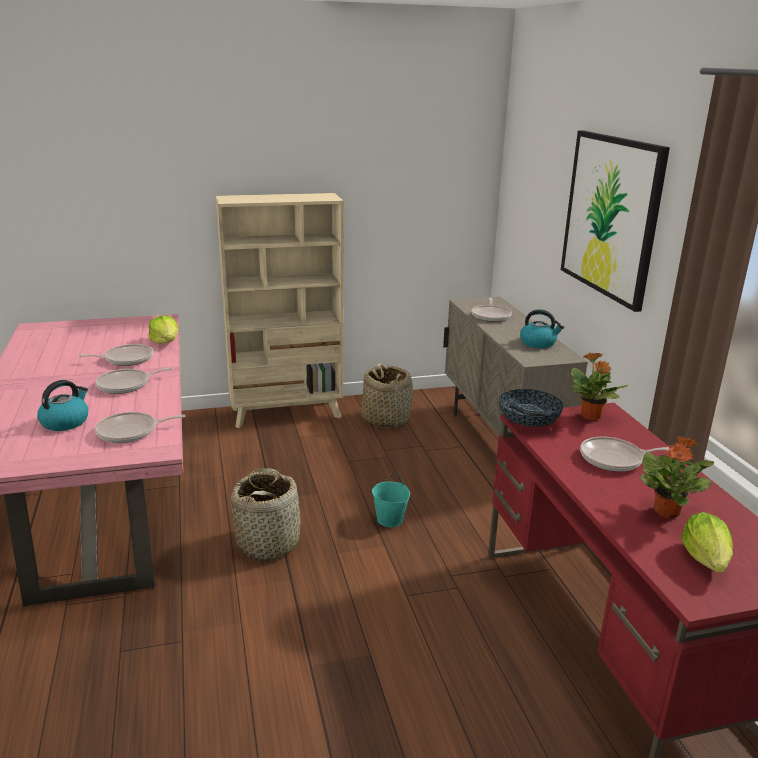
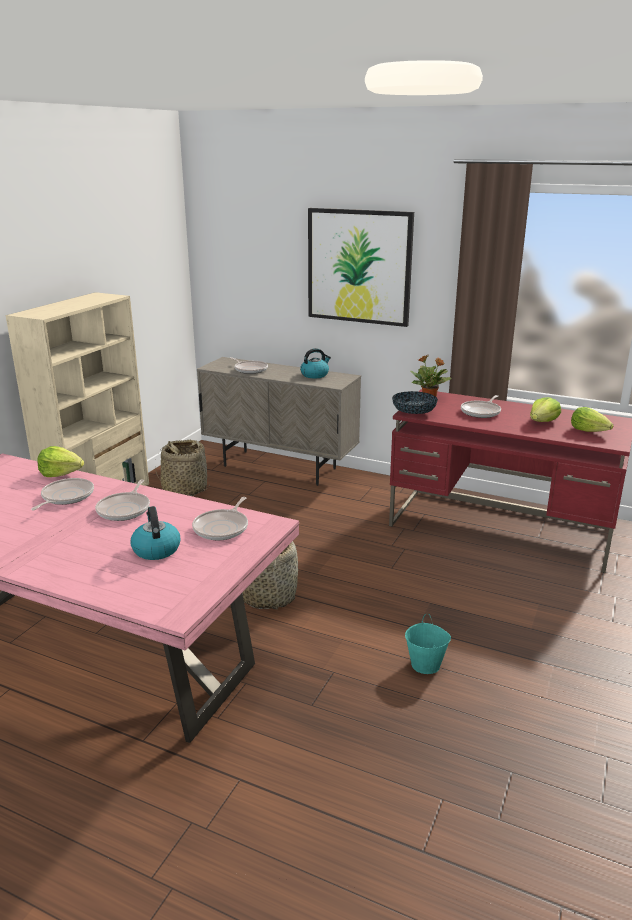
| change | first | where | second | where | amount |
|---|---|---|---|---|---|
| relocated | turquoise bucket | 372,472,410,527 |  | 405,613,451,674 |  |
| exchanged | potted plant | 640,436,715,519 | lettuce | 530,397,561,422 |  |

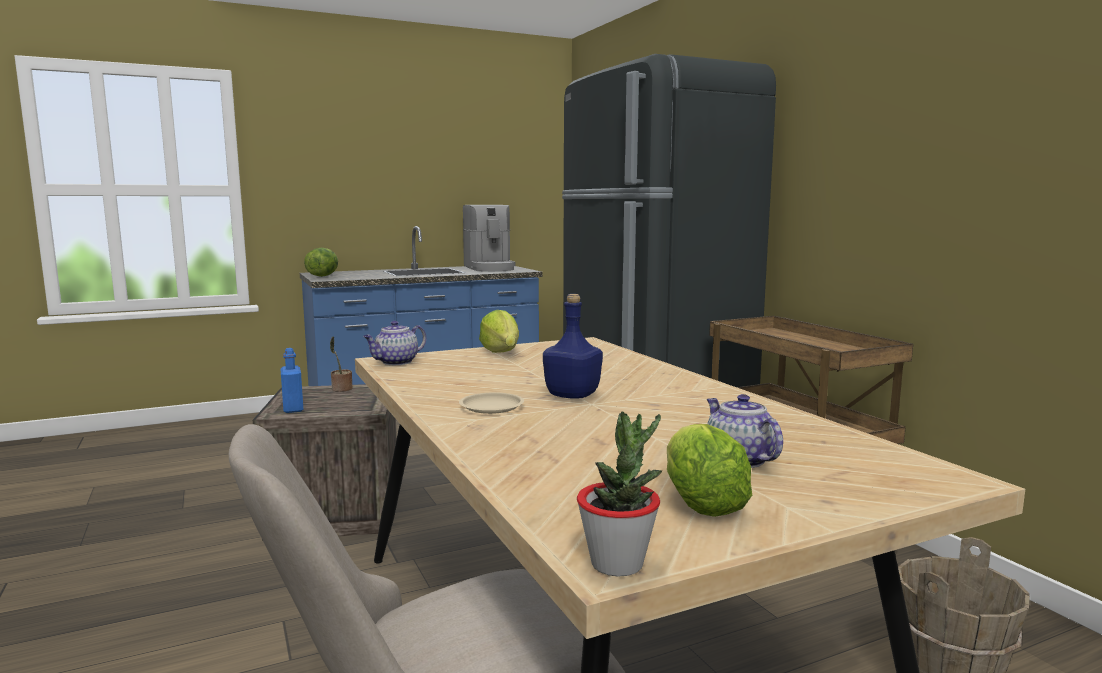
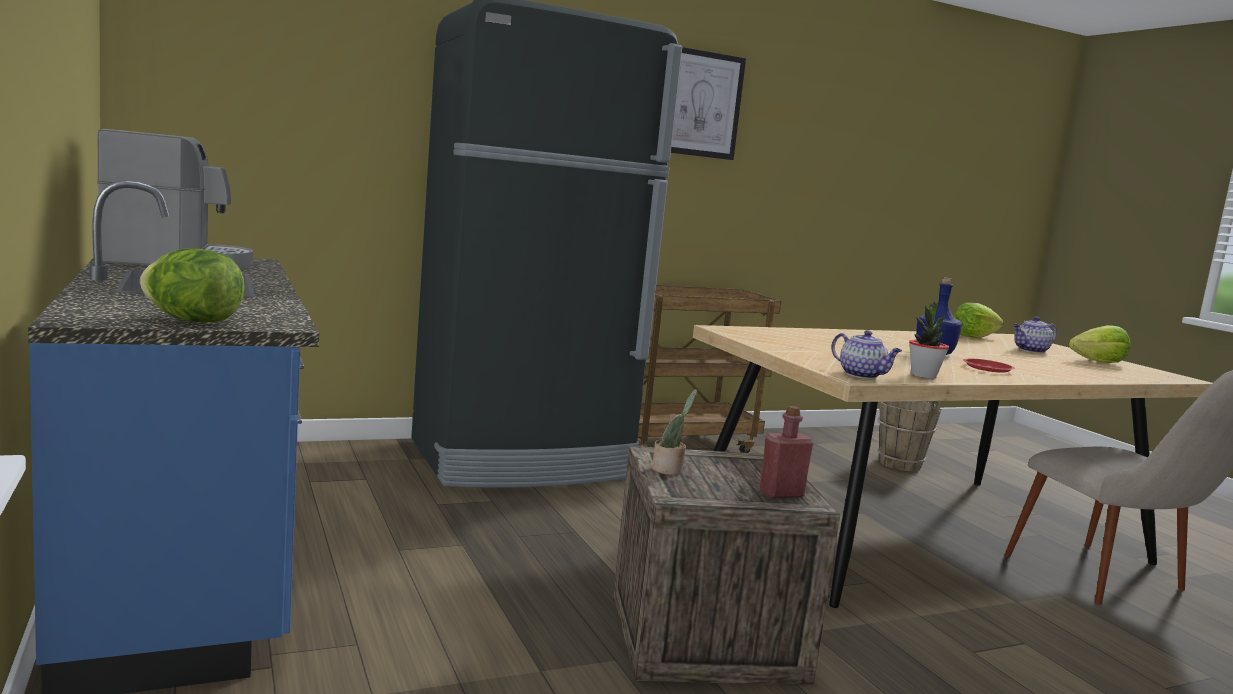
| change | first | where | second | where | amount |
|---|---|---|---|---|---|
| colour | blue bottle | 280,348,303,413 | red bottle | 760,406,814,498 |  |
| colour | beige plate | 459,392,524,414 | red plate | 963,358,1015,373 |  |
| relocated | lettuce | 479,310,519,353 |  | 954,303,1003,338 |  |
| relocated | potted plant | 577,412,662,577 |  | 909,301,949,379 |  |
| appeared |  |  | picture | 671,47,746,160 |  |

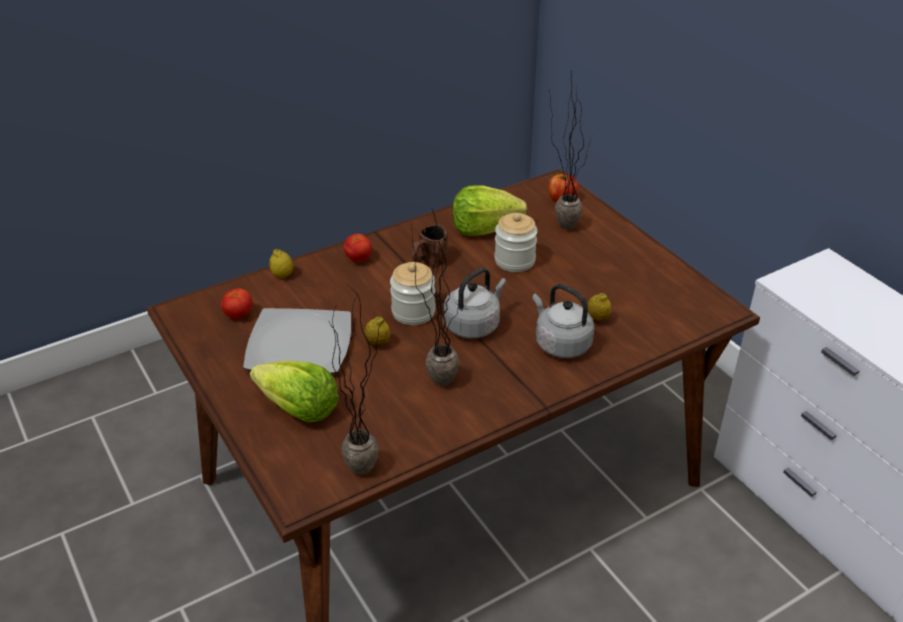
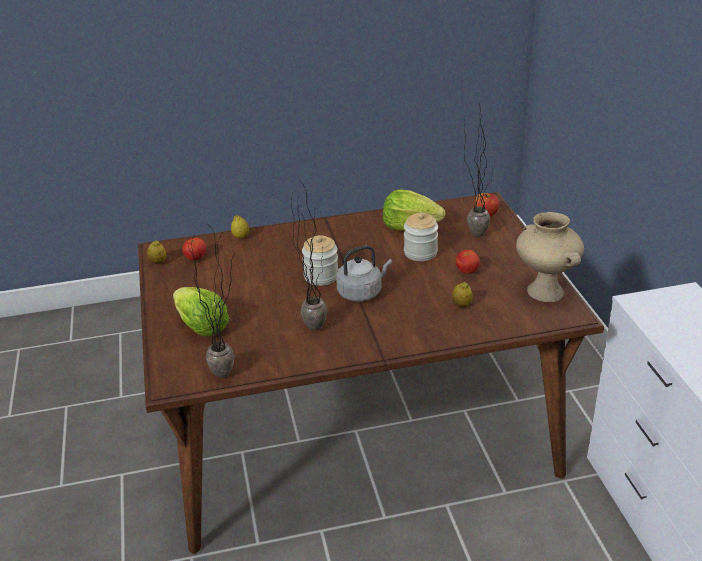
| change | first | where | second | where | amount |
|---|---|---|---|---|---|
| missing | plate | 243,308,351,374 |  |  |  |
| relocated | tomato | 344,234,372,262 |  | 456,250,480,274 |  |
| relocated | lemon | 365,316,390,347 |  | 147,240,166,264 |  |
| missing | brown mug | 412,224,448,267 |  |  |  |
| missing | grey kettle | 532,284,595,358 |  |  |  |
| appeared |  |  | beige vase | 516,212,584,302 |  |

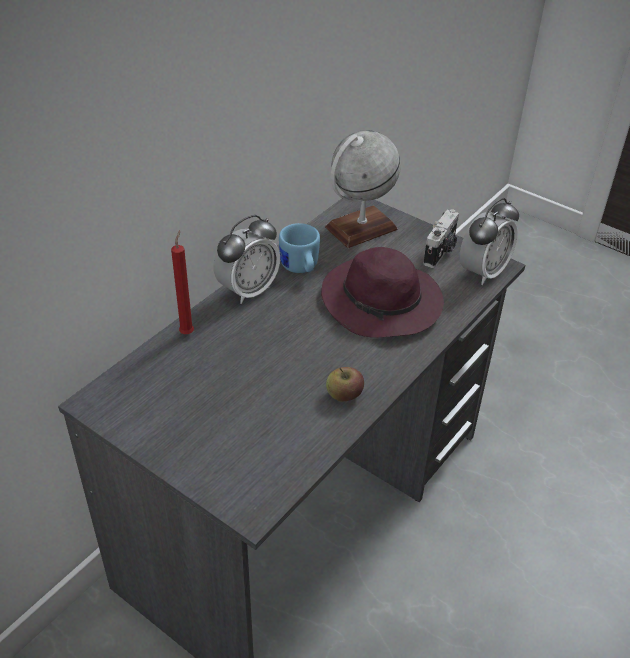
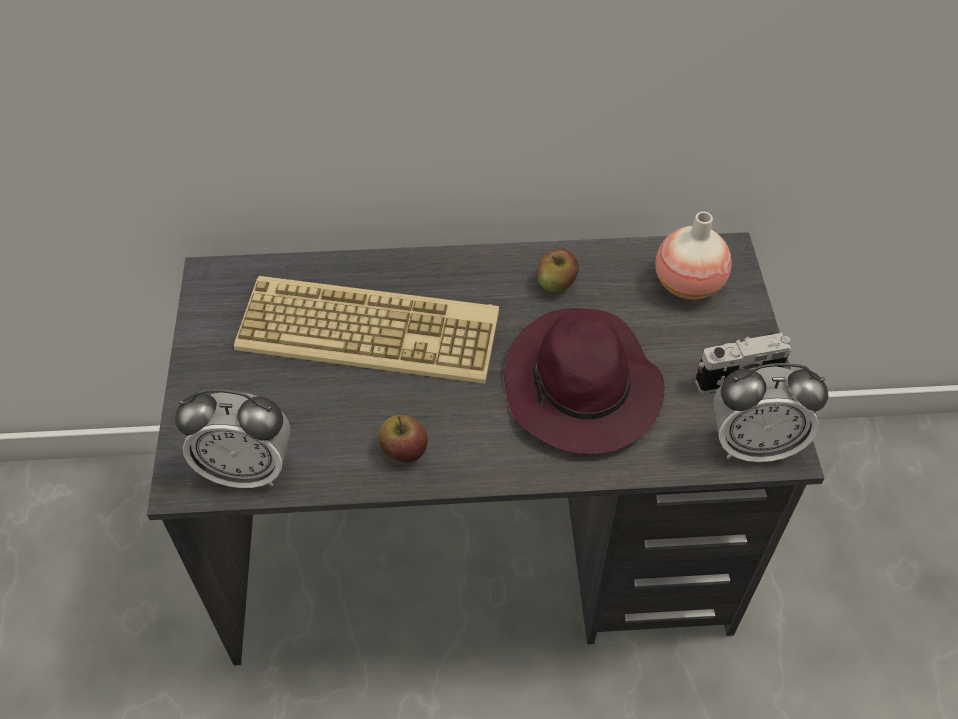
| change | first | where | second | where | amount |
|---|---|---|---|---|---|
| missing | red candle | 171,230,194,334 |  |  |  |
| relocated | alarm clock | 214,215,280,304 |  | 175,389,291,488 |  |
| exchanged | blue mug | 279,223,320,273 | apple | 537,249,579,293 |  |
| exchanged | globe | 325,130,401,248 | vase | 655,212,732,300 |  |
| appeared |  |  | keyboard | 234,276,499,384 |  |

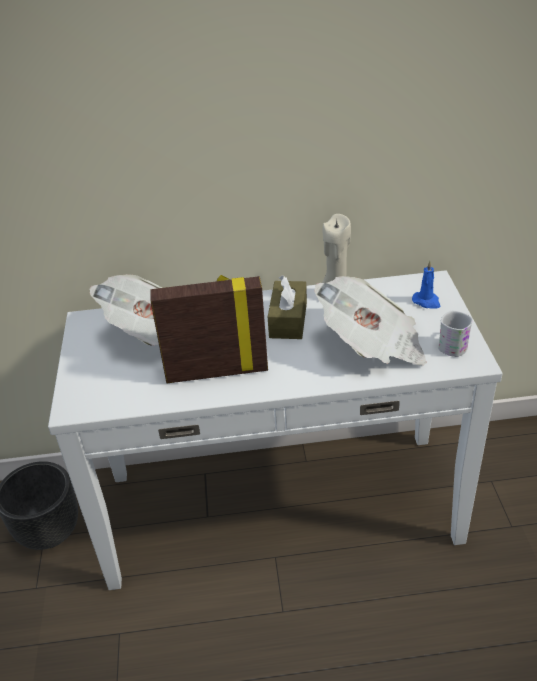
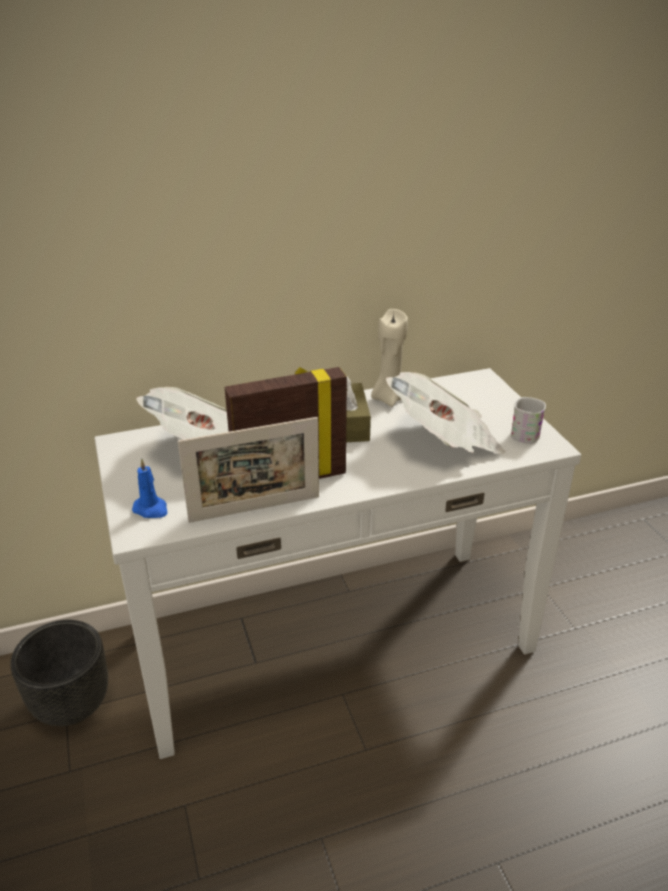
| change | first | where | second | where | amount |
|---|---|---|---|---|---|
| relocated | blue candle | 412,261,440,309 |  | 132,458,167,518 |  |
| appeared |  |  | picture frame | 178,417,319,523 |  |

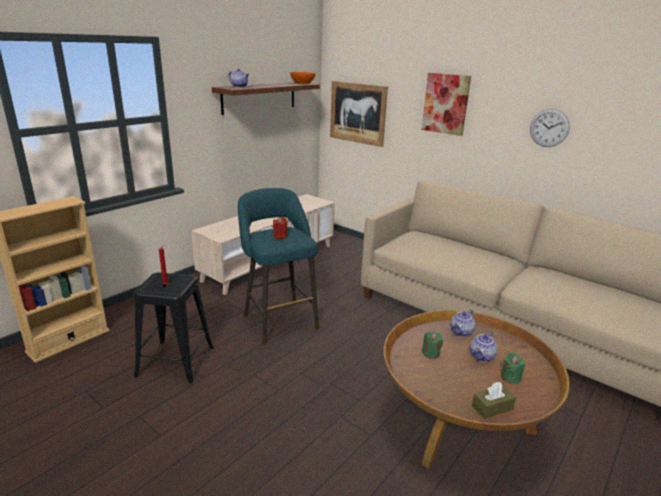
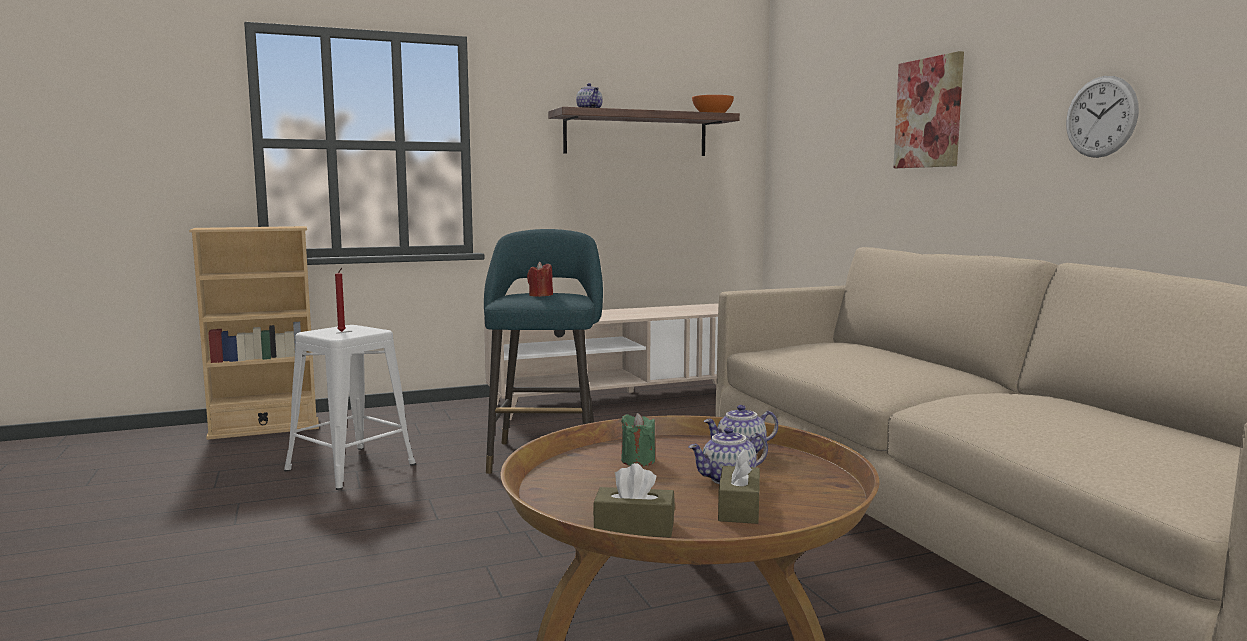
| change | first | where | second | where | amount |
|---|---|---|---|---|---|
| colour | black stool | 134,272,214,385 | white stool | 284,325,416,490 |  |
| missing | picture | 330,81,388,147 |  |  |  |
| exchanged | green candle | 501,352,525,384 | brown tissue box | 718,449,760,524 |  |

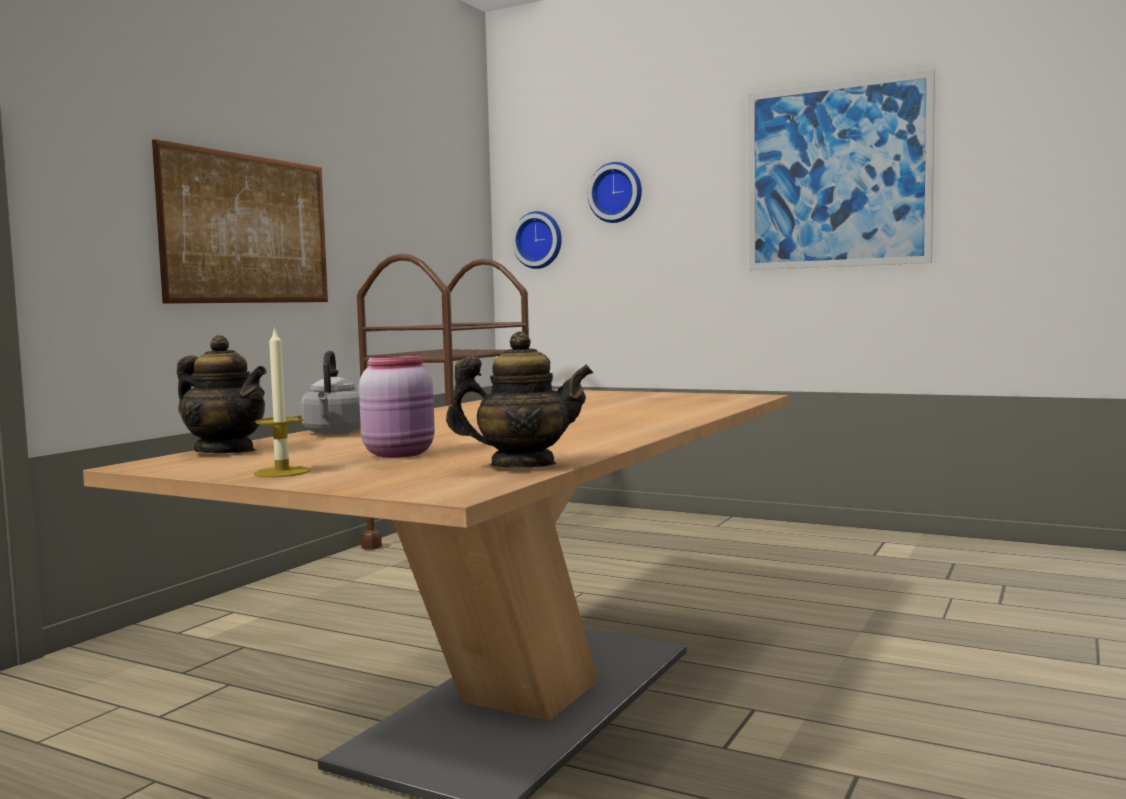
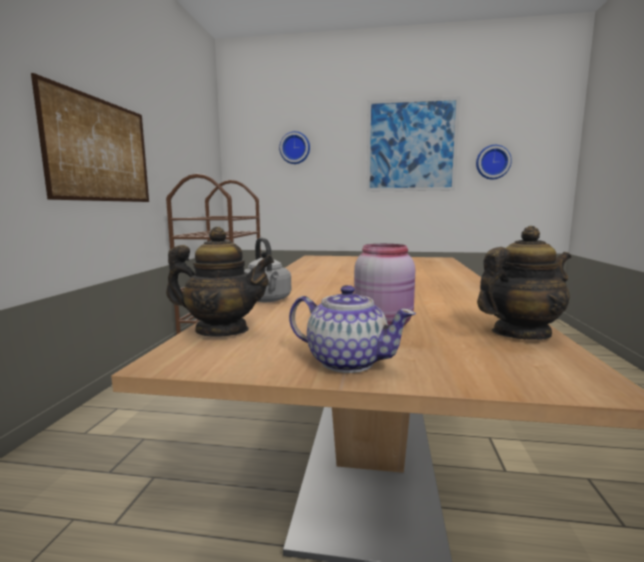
| change | first | where | second | where | amount |
|---|---|---|---|---|---|
| exchanged | candle | 254,326,310,478 | teapot | 289,285,416,373 |  |
| relocated | wall clock | 512,211,562,269 |  | 476,145,512,180 |  |

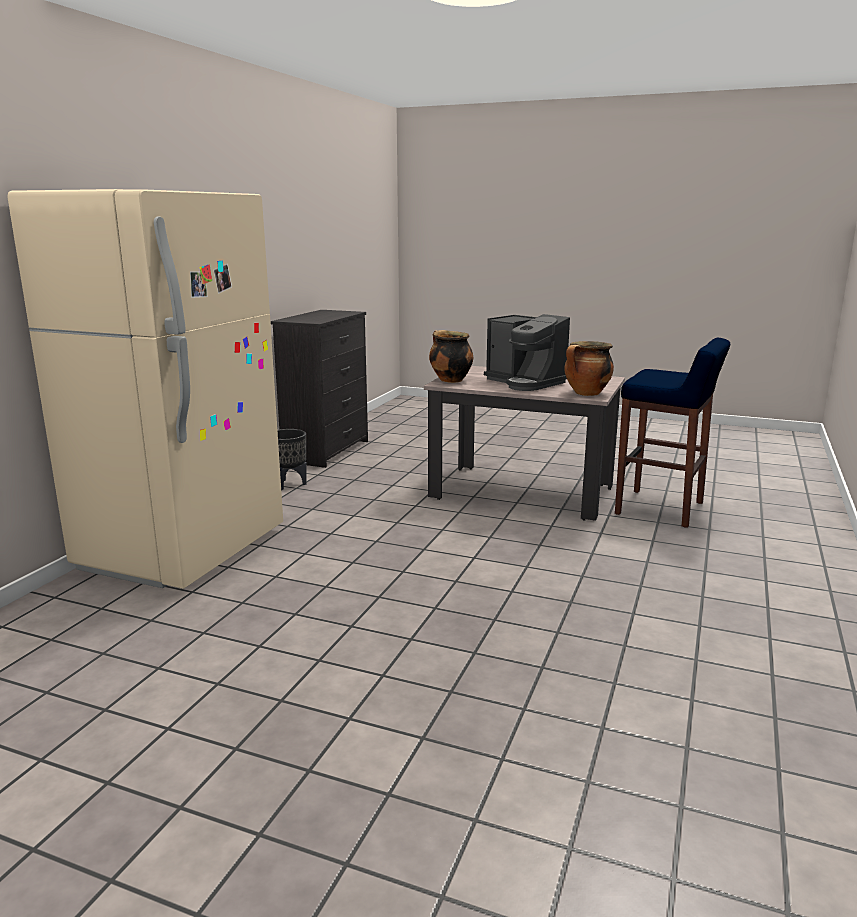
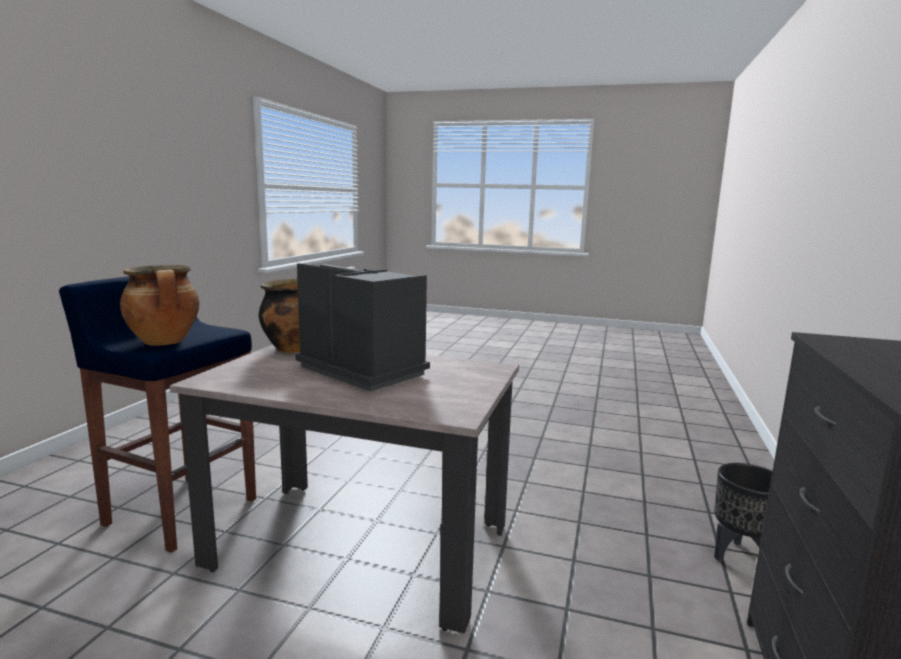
| change | first | where | second | where | amount |
|---|---|---|---|---|---|
| missing | beige fridge | 7,189,283,589 |  |  |  |
| relocated | cooking pot | 429,330,473,383 |  | 120,265,200,346 |  |

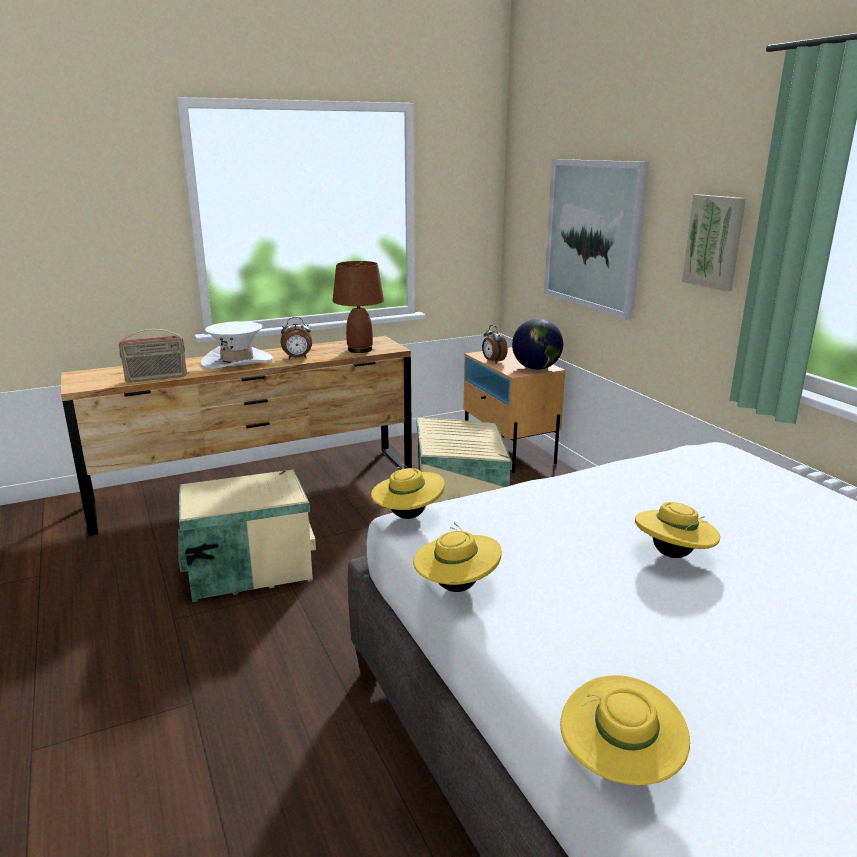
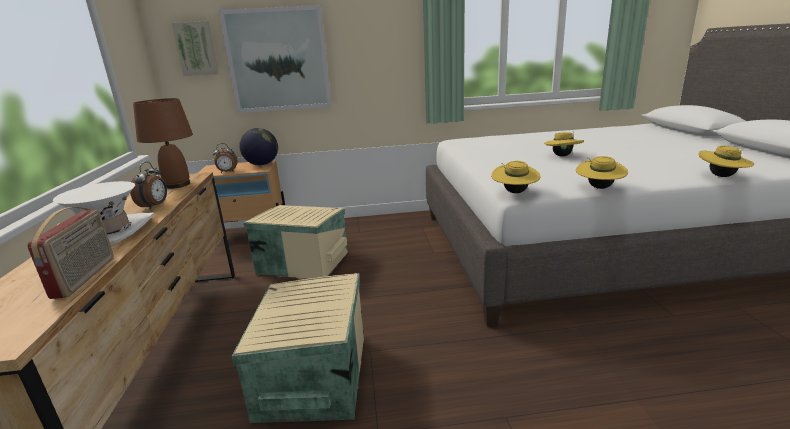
| change | first | where | second | where | amount |
|---|---|---|---|---|---|
| relocated | picture | 682,194,746,291 |  | 171,21,219,76 |  |

